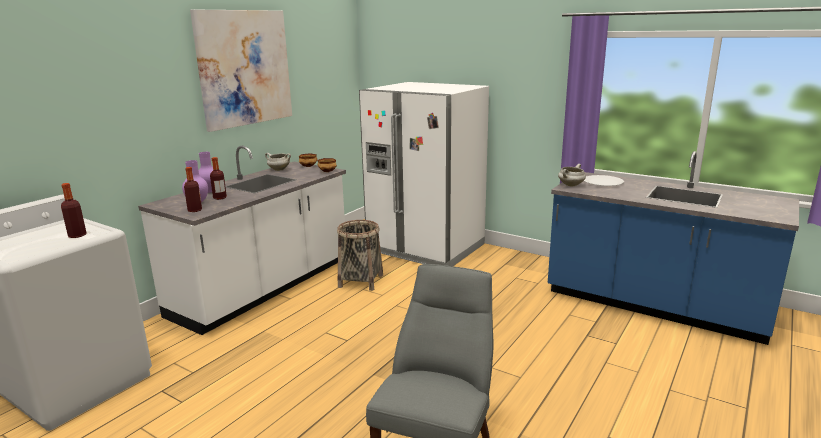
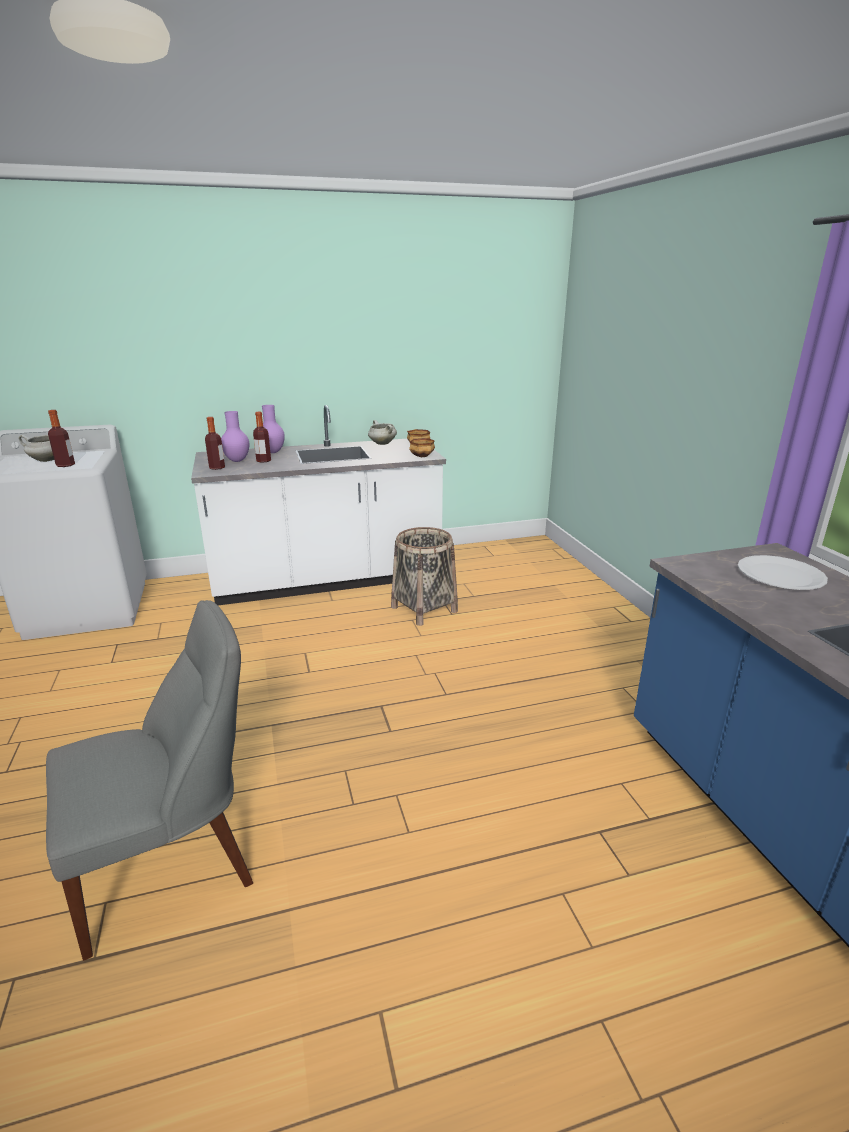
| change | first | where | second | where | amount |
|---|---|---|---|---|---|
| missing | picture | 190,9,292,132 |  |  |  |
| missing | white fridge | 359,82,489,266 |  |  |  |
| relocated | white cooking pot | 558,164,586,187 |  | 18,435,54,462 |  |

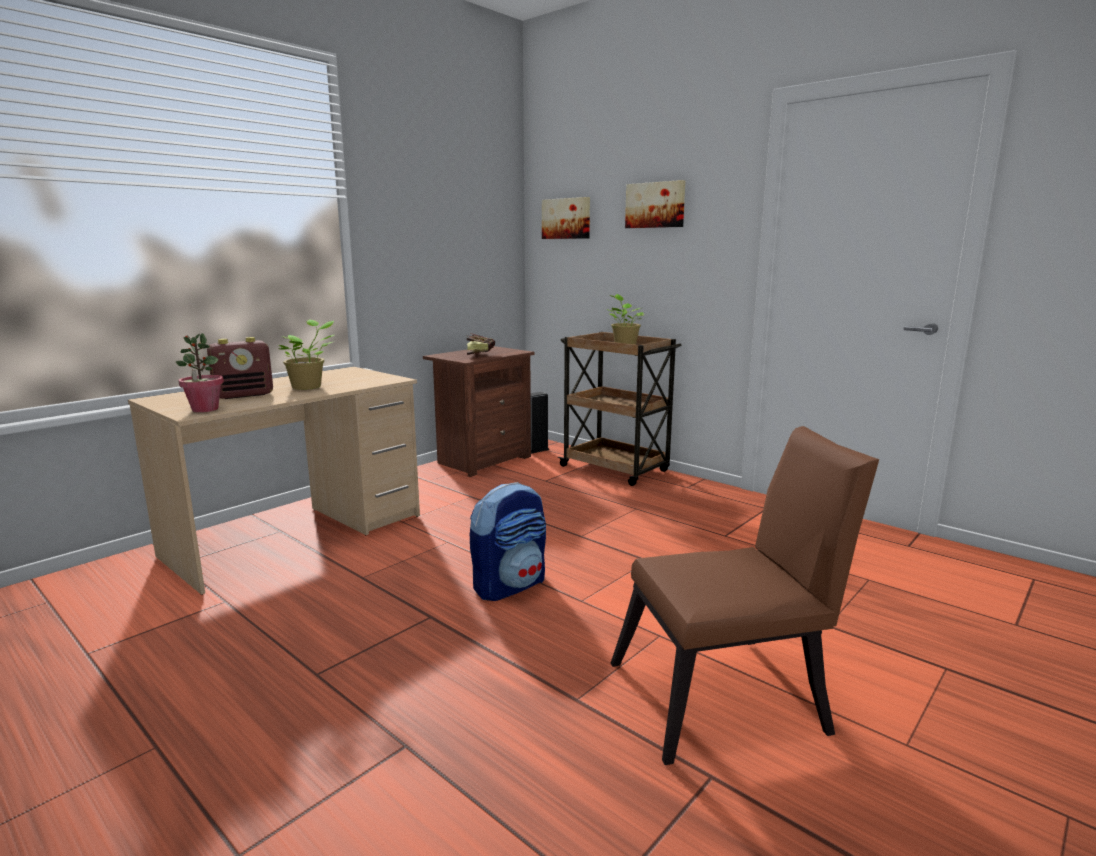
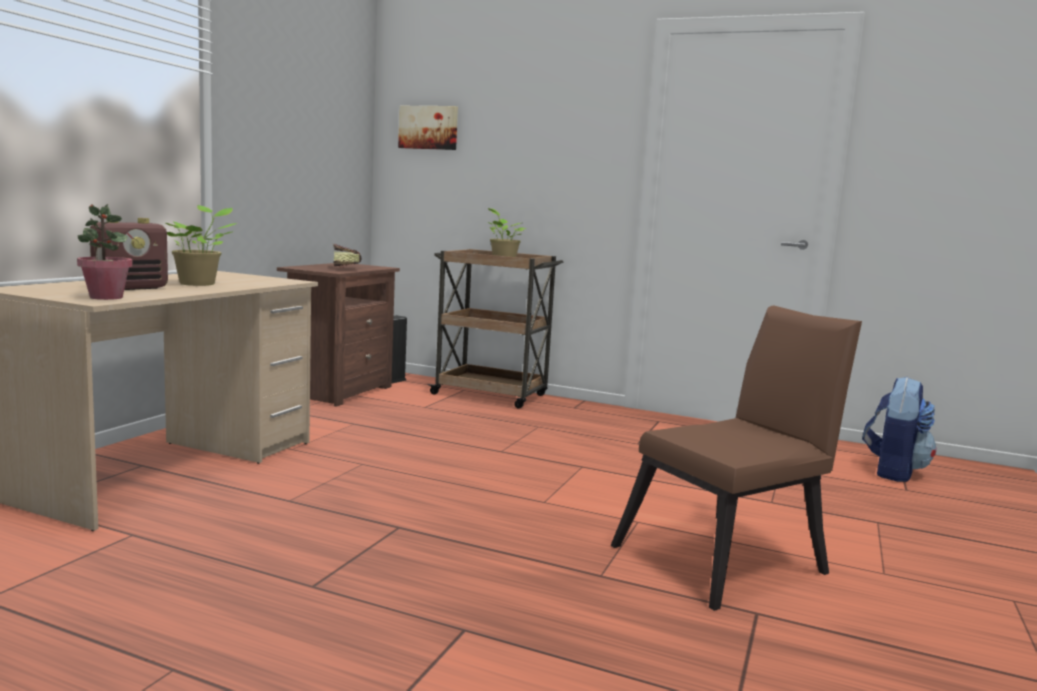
| change | first | where | second | where | amount |
|---|---|---|---|---|---|
| relocated | backpack | 470,482,546,601 |  | 862,377,936,482 |  |
| missing | picture | 625,180,686,228 |  |  |  |

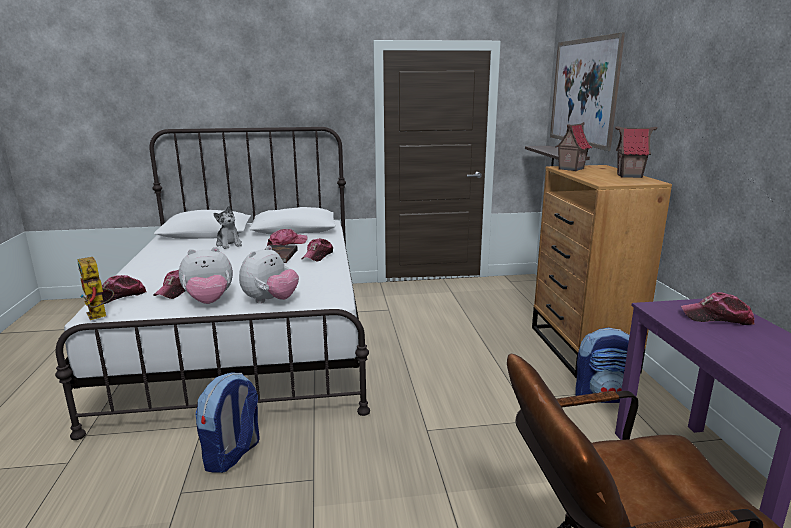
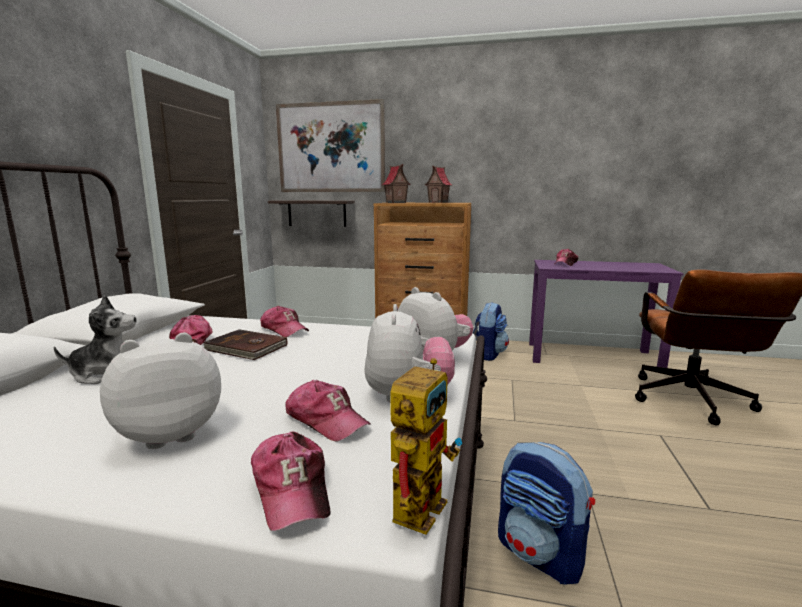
| change | first | where | second | where | amount |
|---|---|---|---|---|---|
| spun | toy robot | 78,257,114,320 |  | 390,358,462,535 | 45 degrees counterclockwise |
| appeared |  |  | plush toy | 100,333,221,449 |  |

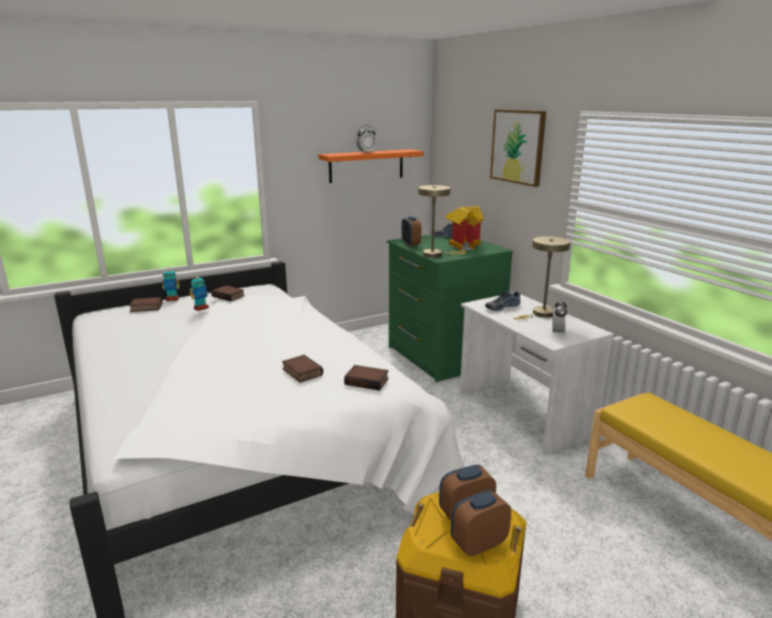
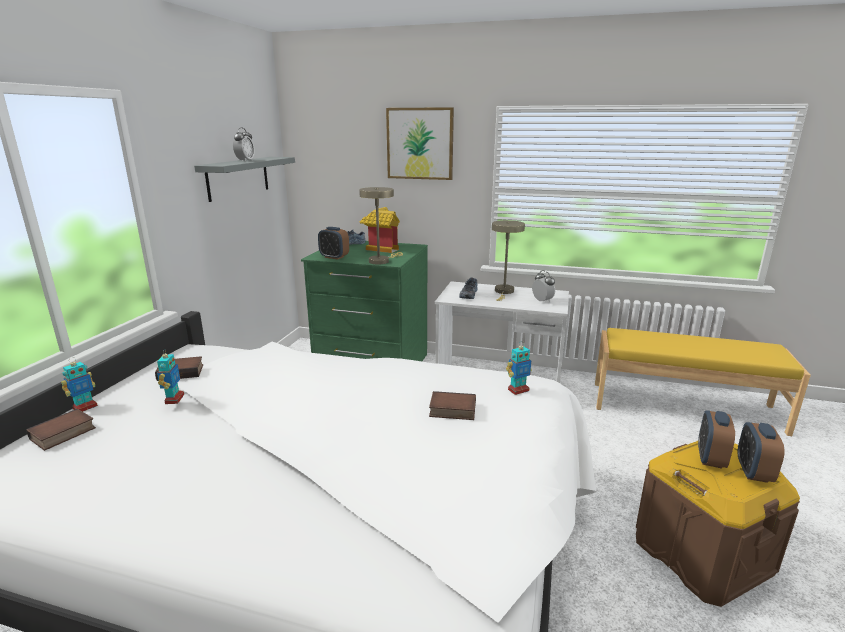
| change | first | where | second | where | amount |
|---|---|---|---|---|---|
| colour | orange shelf | 318,149,424,183 | grey shelf | 194,157,295,202 |  |
| exchanged | book | 344,365,389,391 | toy robot | 506,341,532,395 |  |

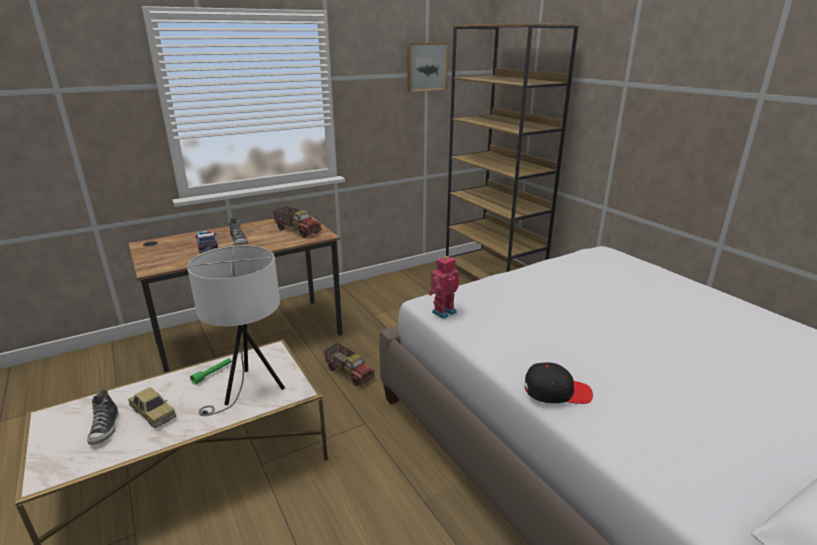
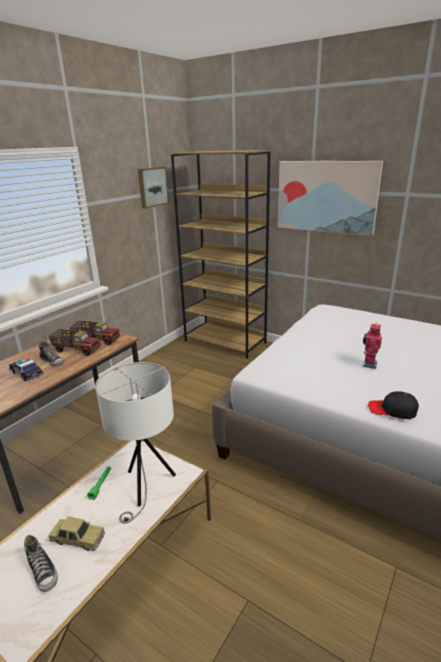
| change | first | where | second | where | amount |
|---|---|---|---|---|---|
| relocated | toy truck | 323,343,375,386 |  | 49,329,101,356 |  |
| relocated | toy robot | 428,255,460,319 |  | 363,322,382,369 |  |
| spun | black cap | 525,362,593,404 |  | 368,391,419,419 | 135 degrees counterclockwise |
| appeared |  |  | picture | 278,161,383,236 |  |

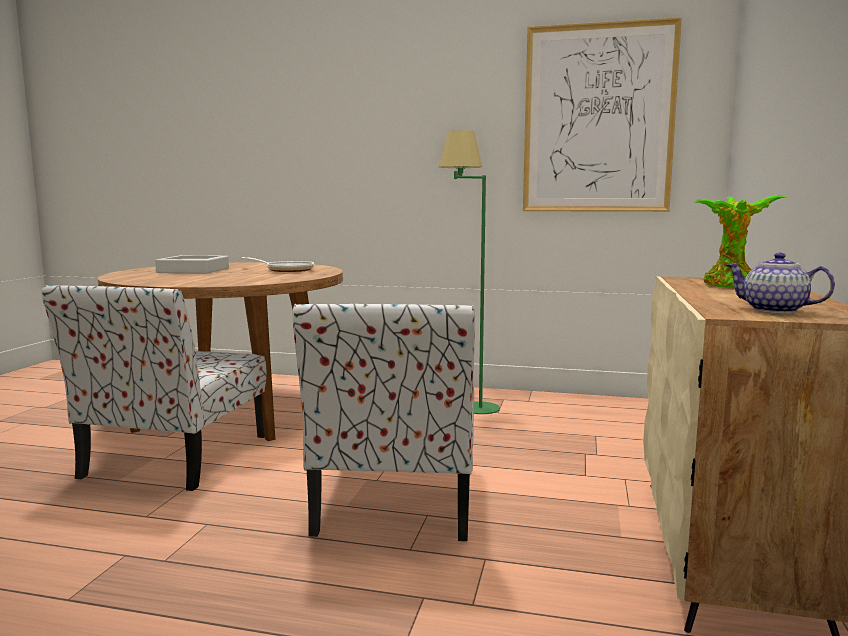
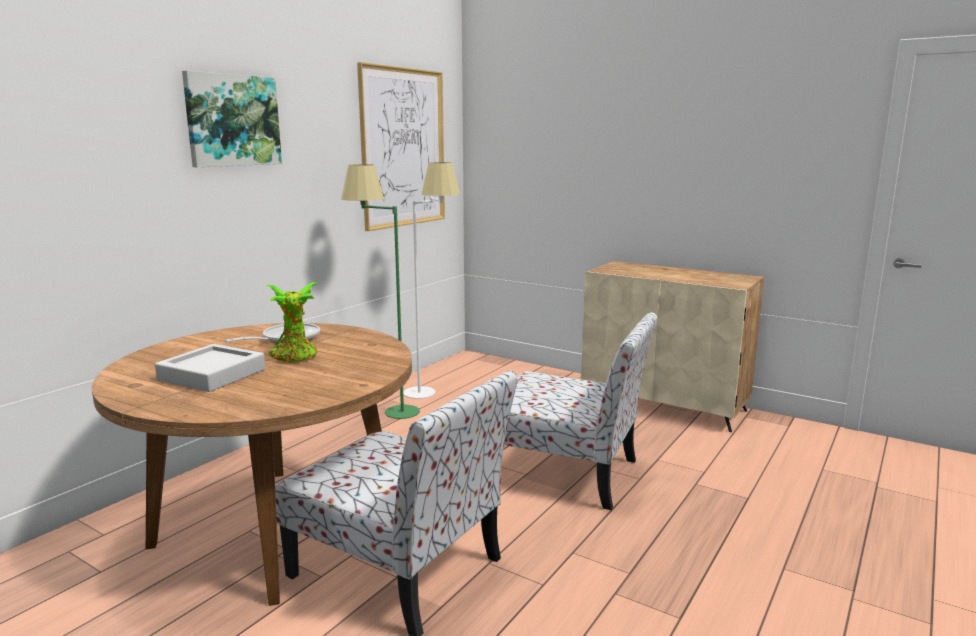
| change | first | where | second | where | amount |
|---|---|---|---|---|---|
| relocated | potted plant | 693,195,786,287 |  | 266,282,318,362 |  |
| missing | teapot | 726,253,835,314 |  |  |  |
| appeared |  |  | picture | 182,70,282,167 |  |
| appeared |  |  | white floor lamp | 403,162,460,399 |  |

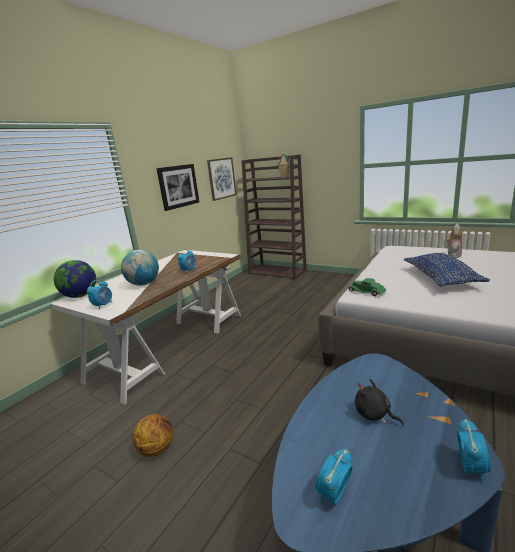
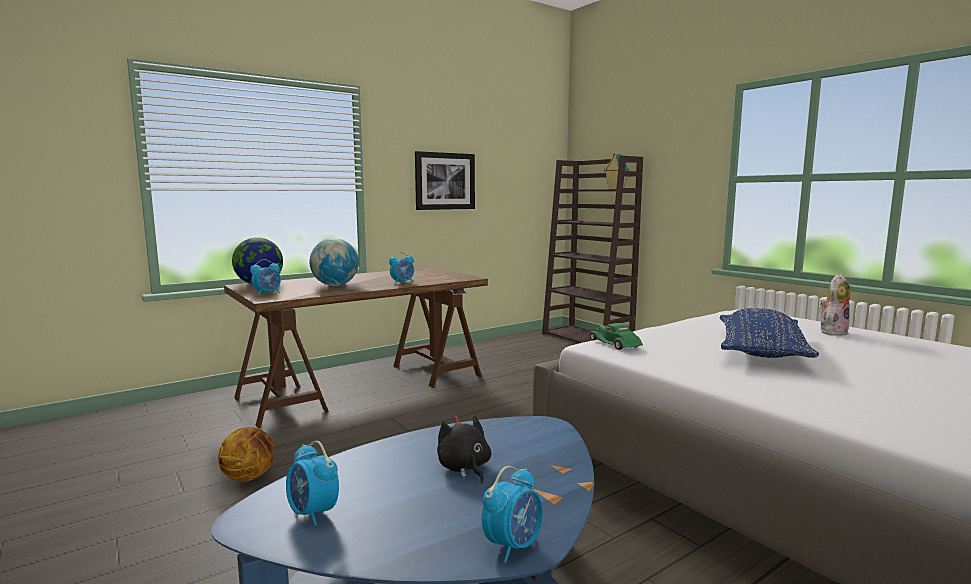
| change | first | where | second | where | amount |
|---|---|---|---|---|---|
| colour | white desk | 50,250,241,404 | brown desk | 224,267,488,428 |  |
| missing | picture | 207,157,237,201 |  |  |  |
| spun | alarm clock | 315,448,353,505 |  | 286,441,339,526 | 105 degrees counterclockwise |

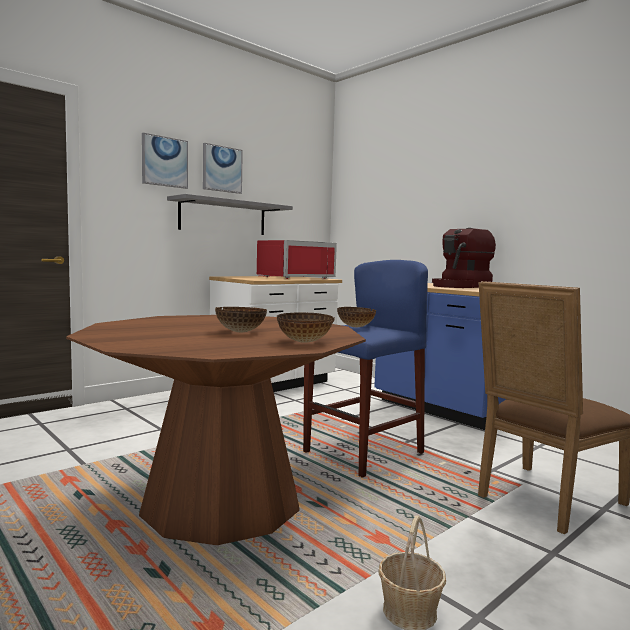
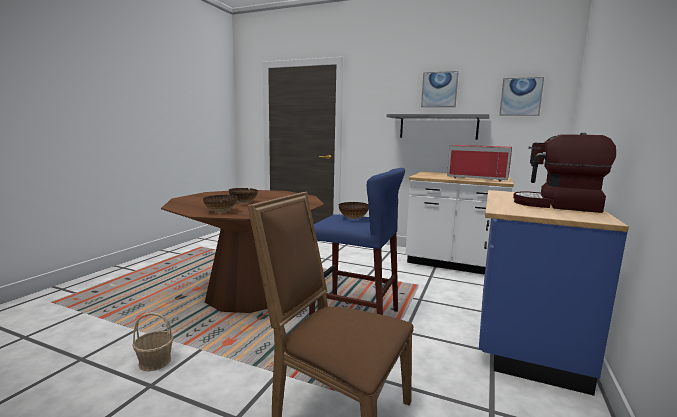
| change | first | where | second | where | amount |
|---|---|---|---|---|---|
| relocated | picture | 142,133,188,189 |  | 499,77,544,116 |  |

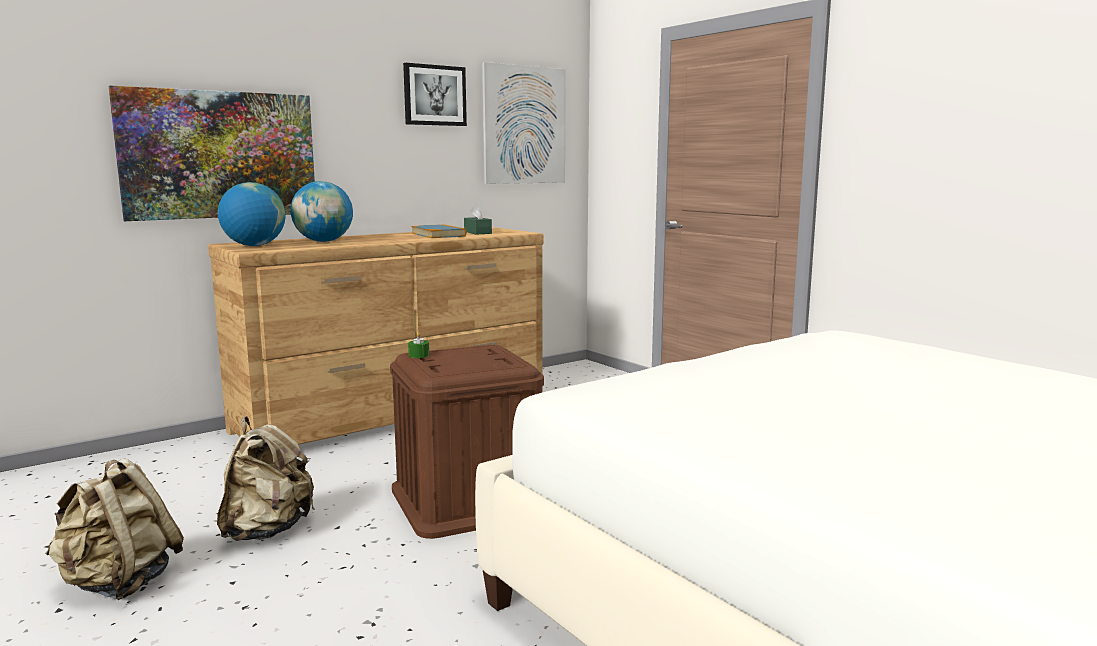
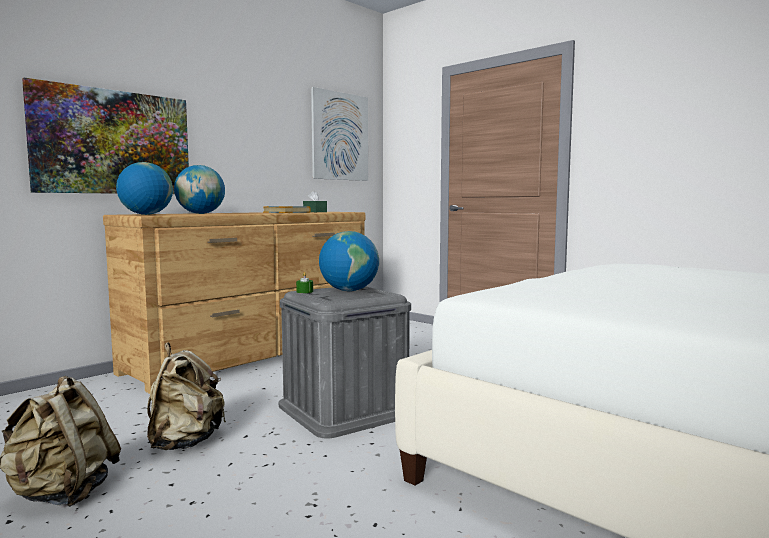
| change | first | where | second | where | amount |
|---|---|---|---|---|---|
| colour | brown storage box | 390,345,544,539 | grey storage box | 279,286,411,439 |  |
| missing | picture | 403,63,467,126 |  |  |  |
| appeared |  |  | globe | 319,231,379,291 |  |

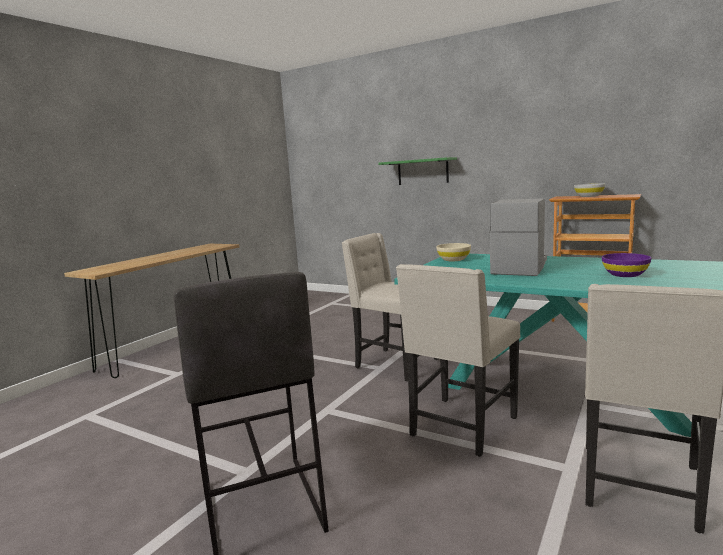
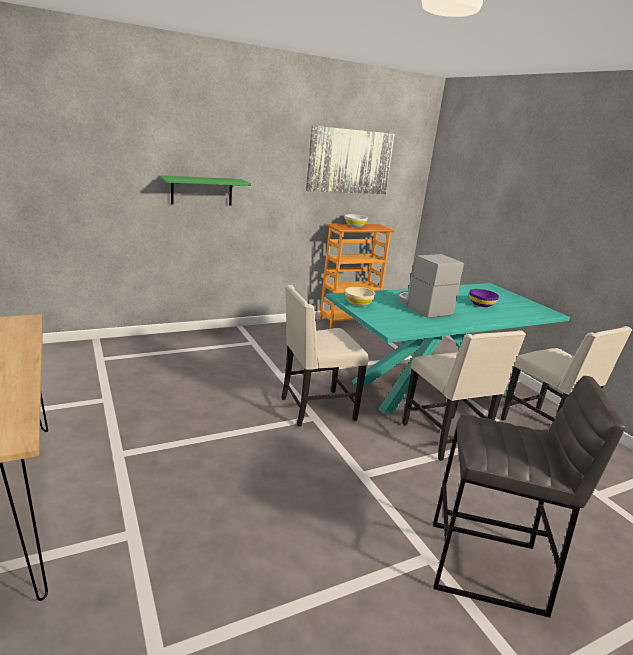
| change | first | where | second | where | amount |
|---|---|---|---|---|---|
| appeared |  |  | picture | 306,126,395,194 |  |

